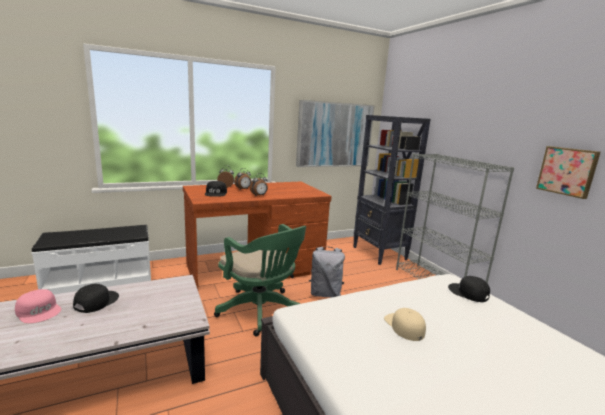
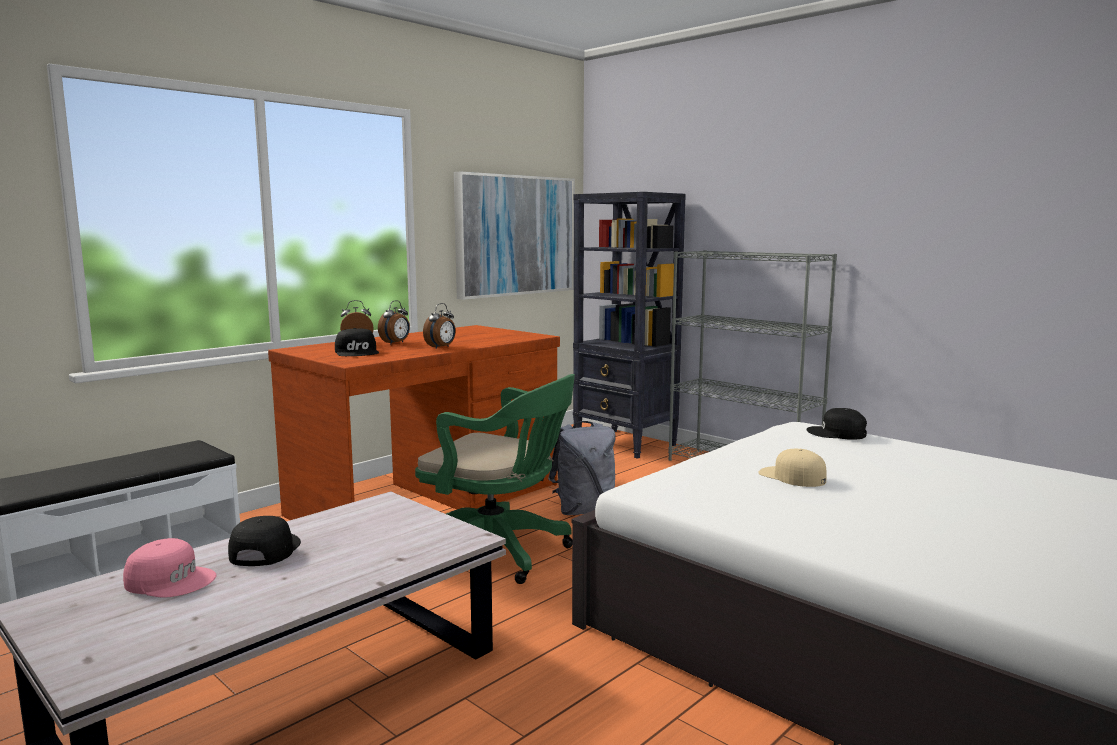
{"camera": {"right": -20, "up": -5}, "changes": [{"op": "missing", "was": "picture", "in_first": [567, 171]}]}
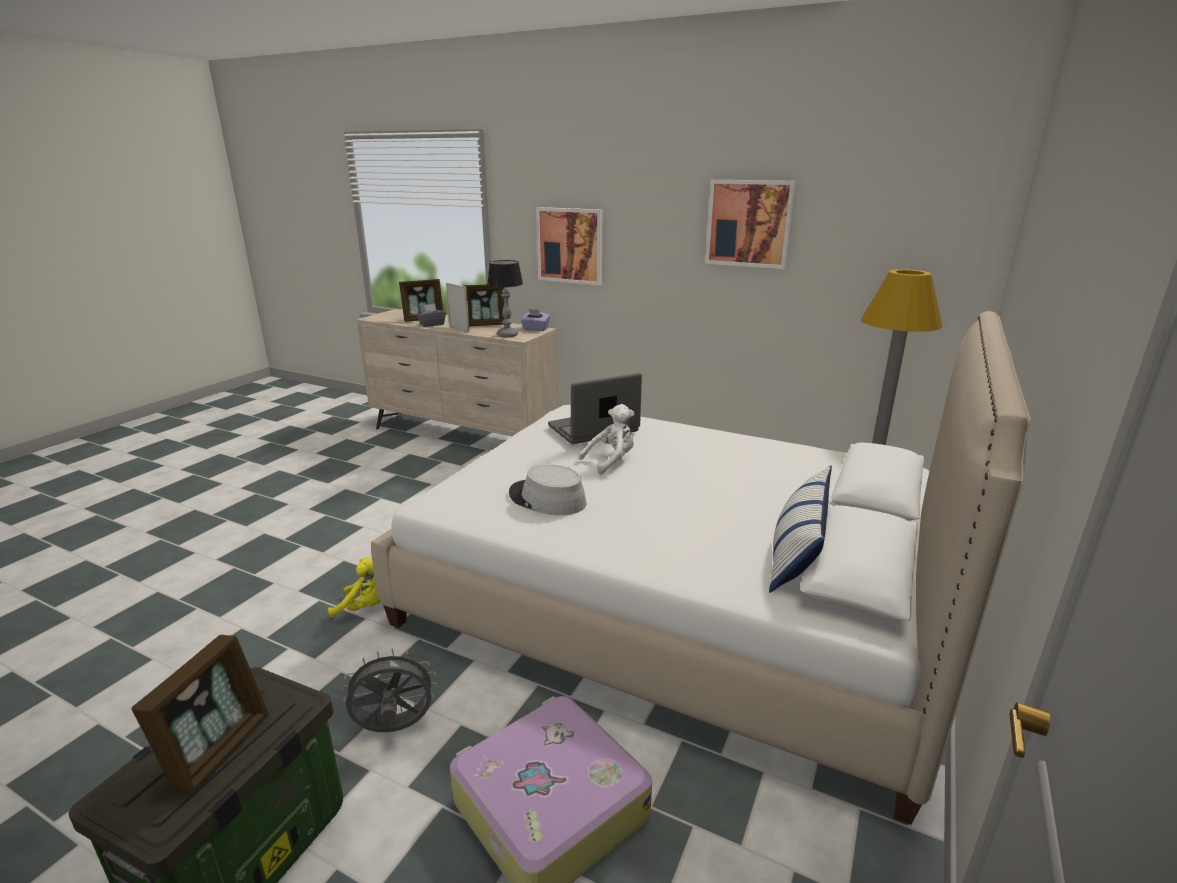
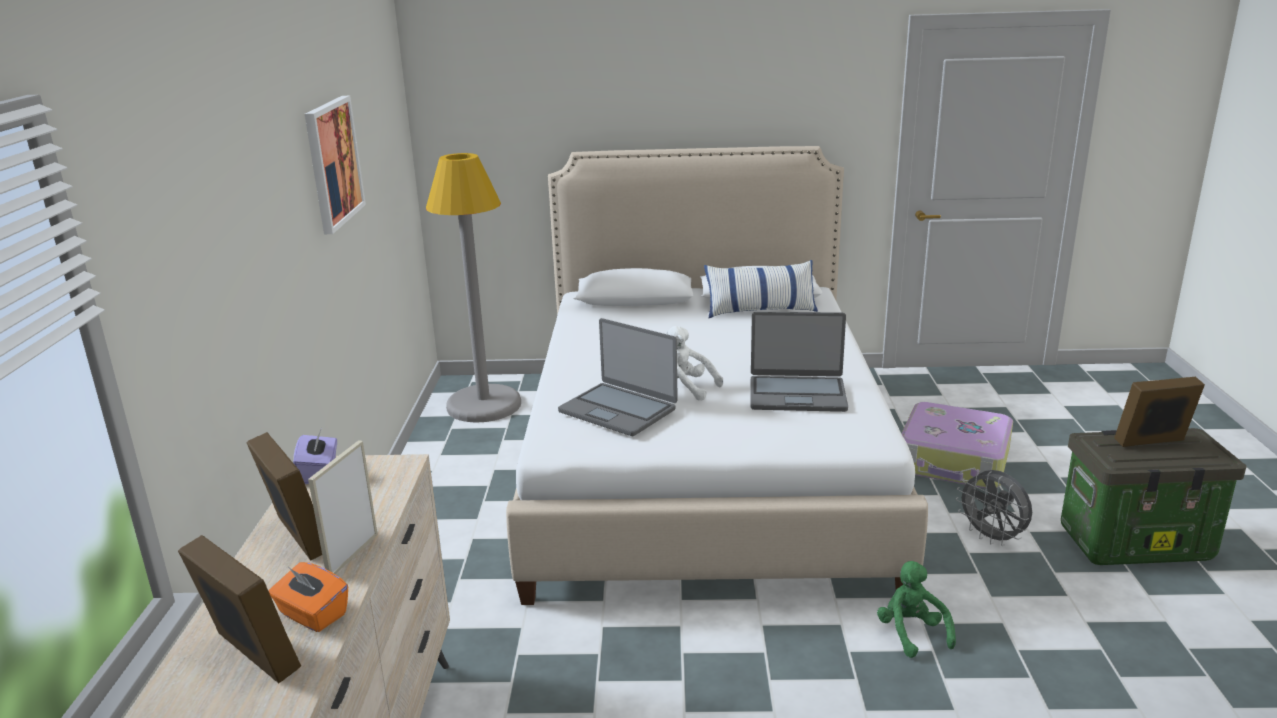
{"camera": {"right": -115, "up": 0}, "changes": [{"op": "missing", "was": "picture", "in_first": [570, 245]}, {"op": "missing", "was": "table lamp", "in_first": [508, 335]}, {"op": "colour", "was": "grey tissue box", "now": "orange tissue box", "in_first": [432, 324], "in_second": [312, 615]}, {"op": "exchanged", "was": "grey hat", "now": "laptop", "in_first": [547, 499], "in_second": [797, 394]}, {"op": "colour", "was": "yellow plush toy", "now": "green plush toy", "in_first": [365, 607], "in_second": [911, 633]}]}
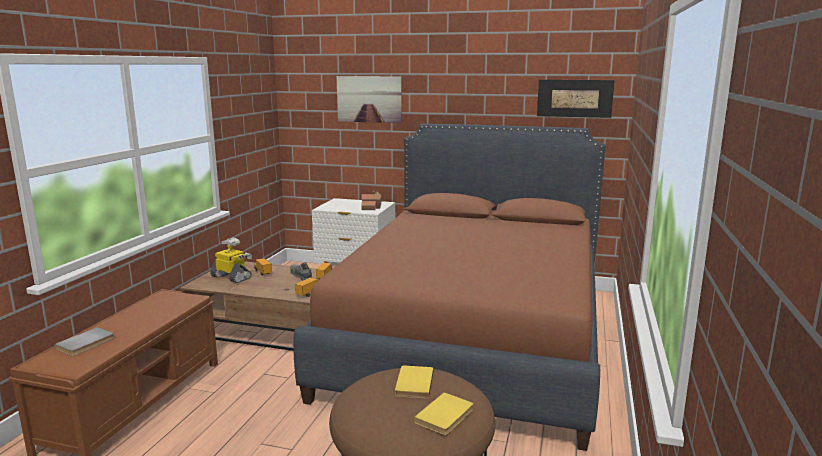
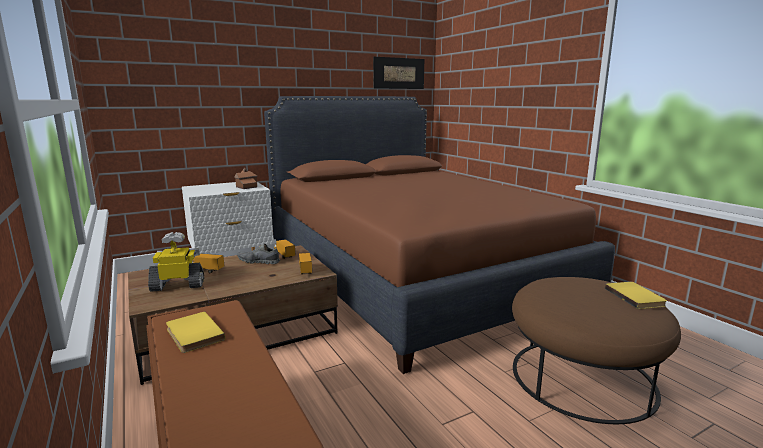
{"camera": {"right": -45, "up": 0}, "changes": [{"op": "missing", "was": "picture", "in_first": [369, 99]}, {"op": "missing", "was": "grey book", "in_first": [86, 344]}, {"op": "relocated", "was": "yellow book", "in_first": [412, 383], "in_second": [192, 334]}]}
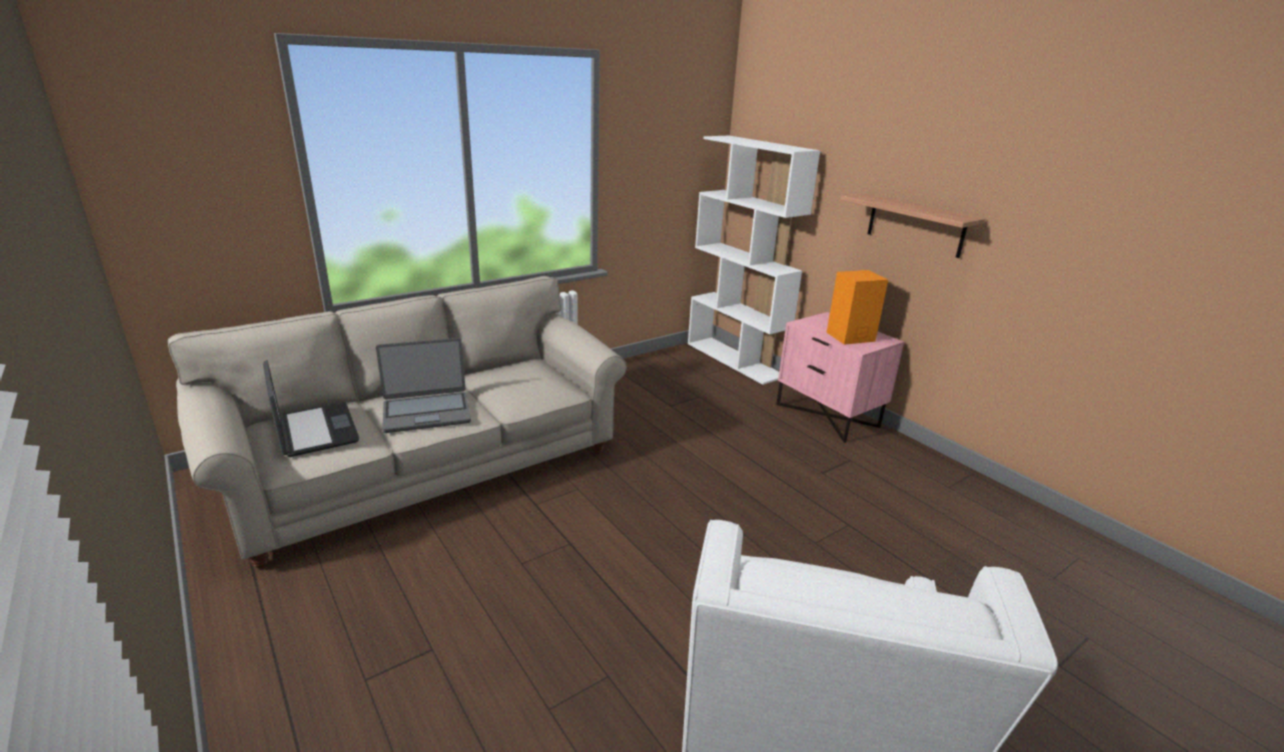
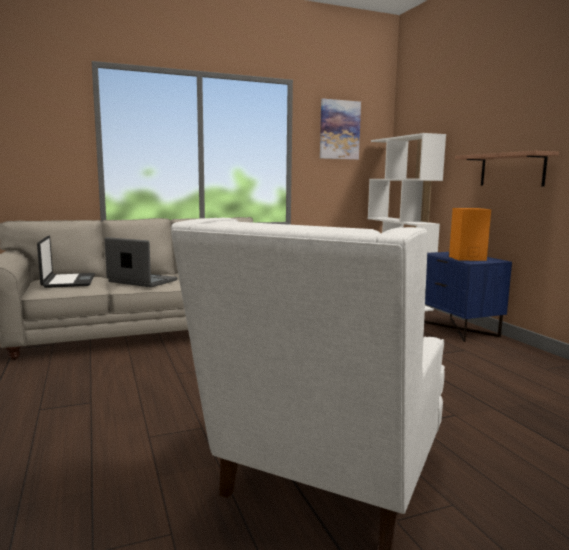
{"camera": {"right": 15, "up": -15}, "changes": [{"op": "colour", "was": "pink nightstand", "now": "blue nightstand", "in_first": [828, 415], "in_second": [458, 329]}, {"op": "spun", "was": "laptop", "in_first": [426, 412], "in_second": [142, 281], "clockwise": -150}, {"op": "appeared", "now": "picture", "in_second": [339, 130]}]}
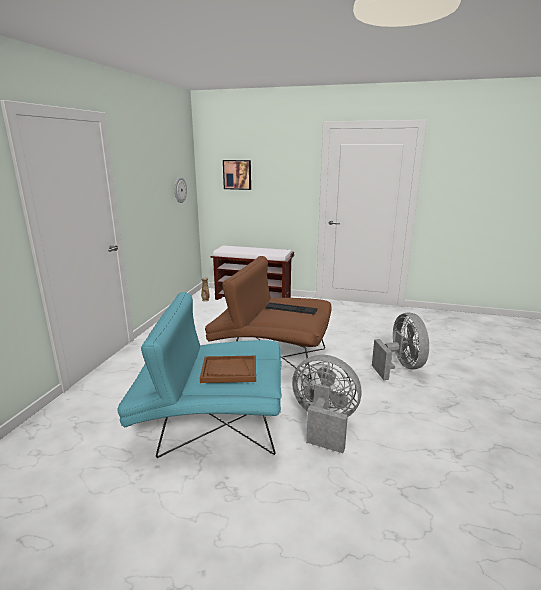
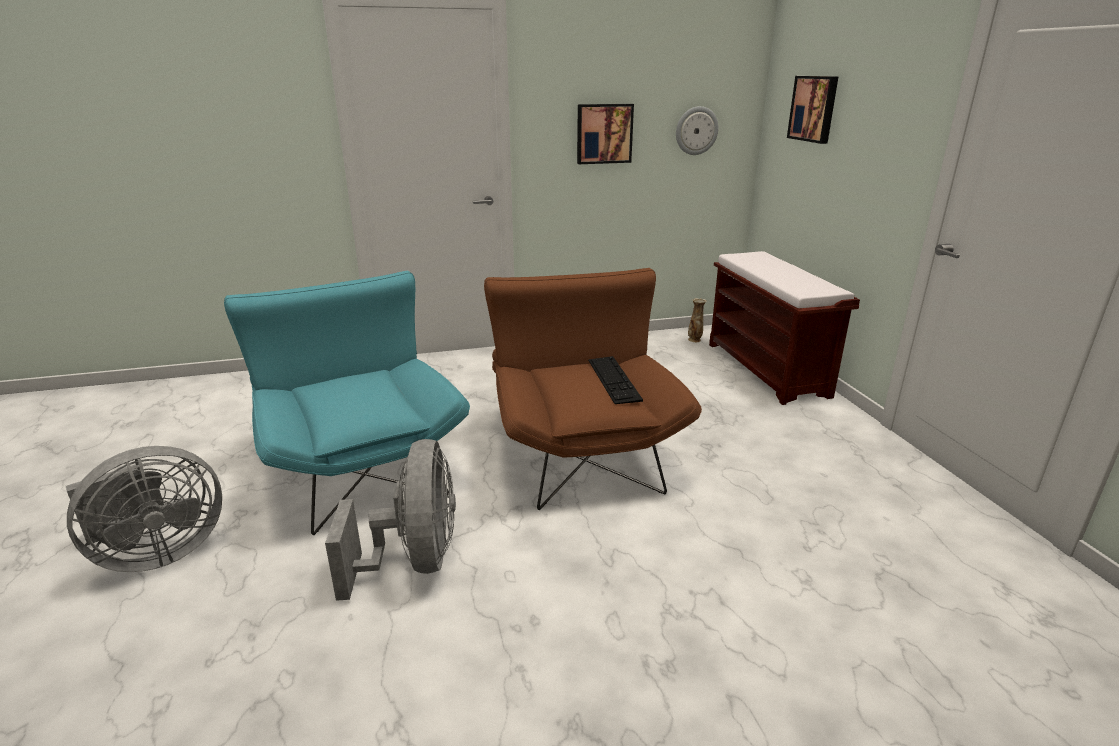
{"camera": {"right": 60, "up": 5}, "changes": [{"op": "relocated", "was": "grey fan", "in_first": [400, 367], "in_second": [157, 554]}, {"op": "missing", "was": "brown tray", "in_first": [229, 371]}, {"op": "appeared", "now": "picture", "in_second": [604, 133]}]}
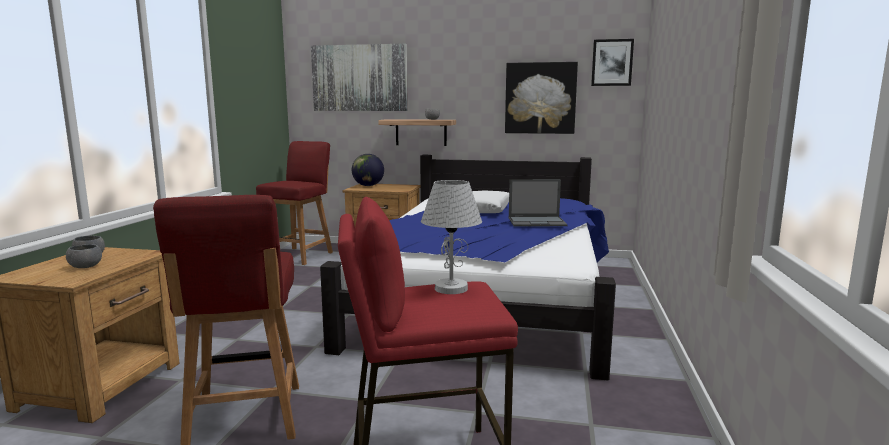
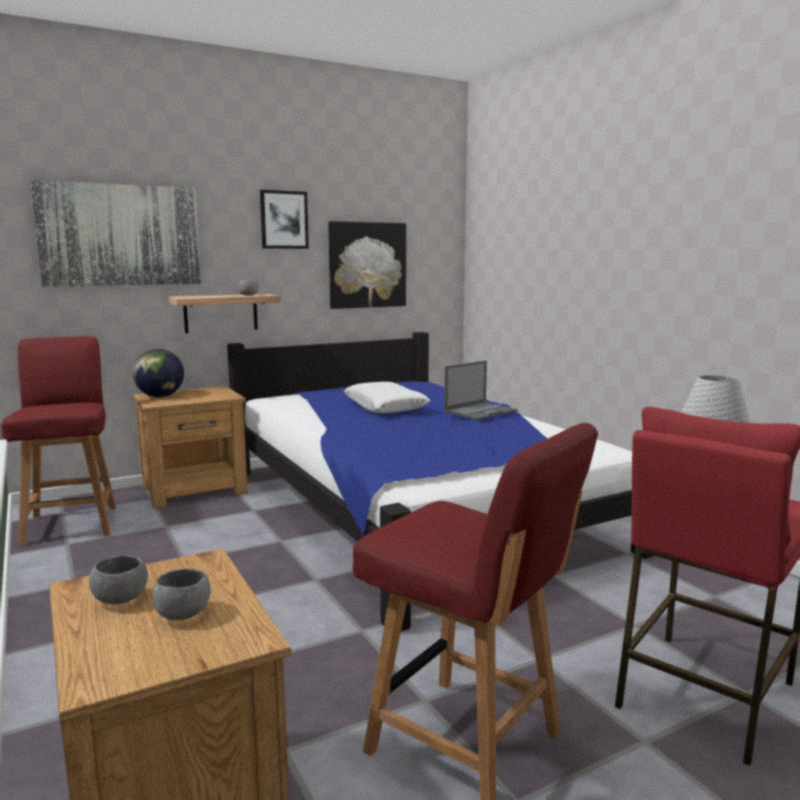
{"camera": {"right": -40, "up": 0}, "changes": [{"op": "relocated", "was": "picture", "in_first": [612, 62], "in_second": [284, 220]}]}
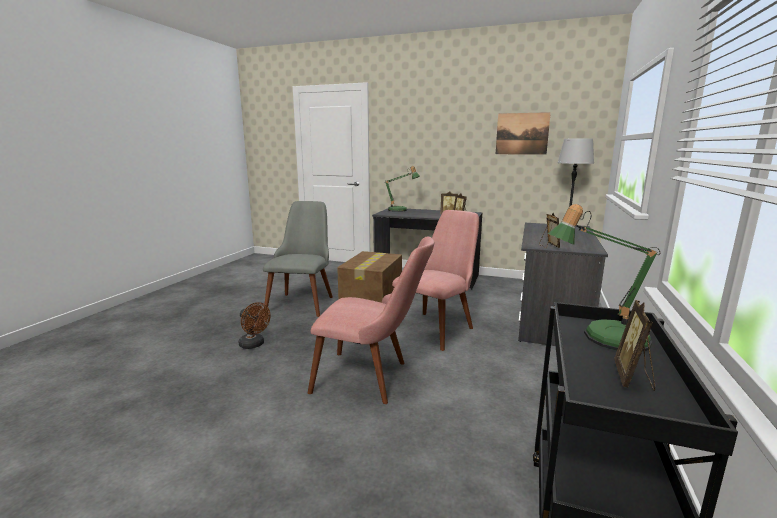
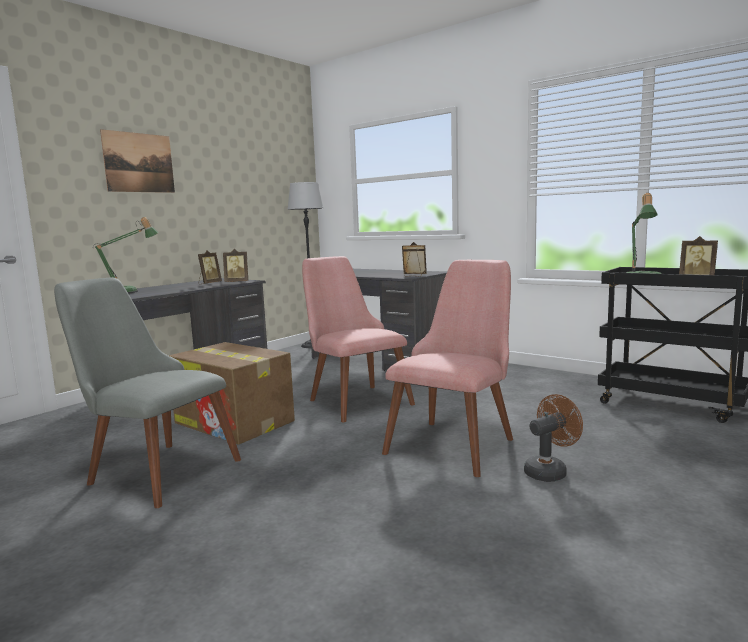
{"camera": {"right": -70, "up": -5}, "changes": [{"op": "relocated", "was": "picture", "in_first": [522, 134], "in_second": [139, 162]}, {"op": "relocated", "was": "brown fan", "in_first": [254, 345], "in_second": [549, 471]}]}
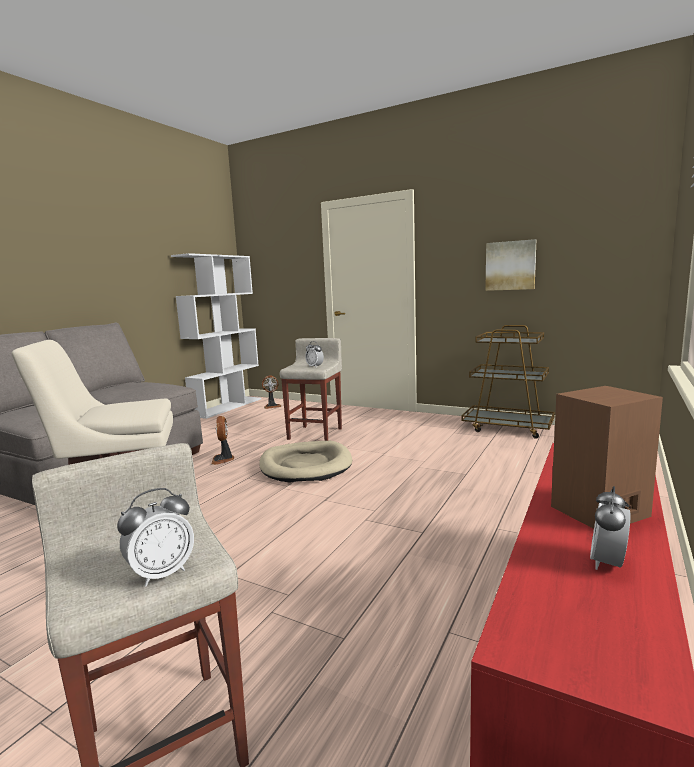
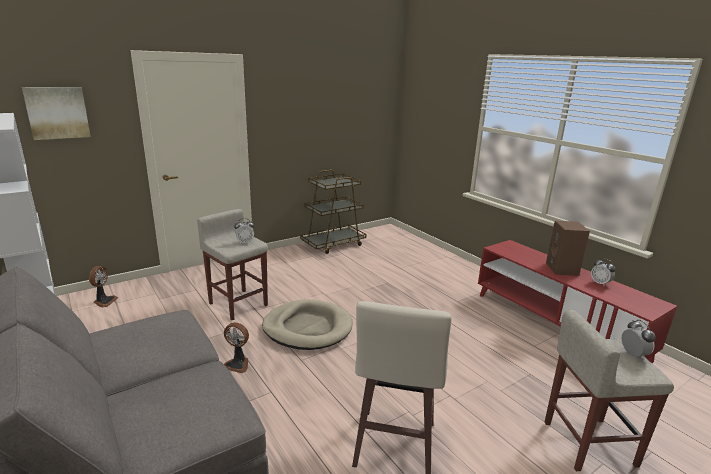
{"camera": {"right": -65, "up": 10}, "changes": [{"op": "relocated", "was": "picture", "in_first": [510, 265], "in_second": [57, 112]}]}
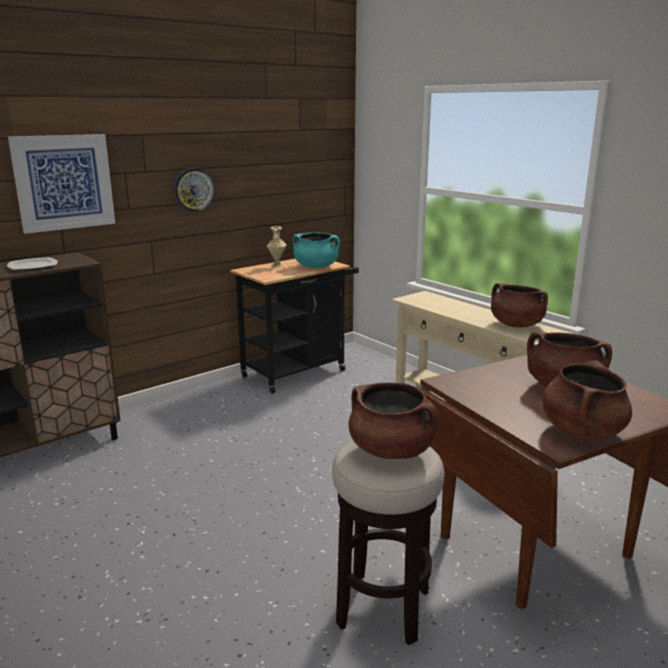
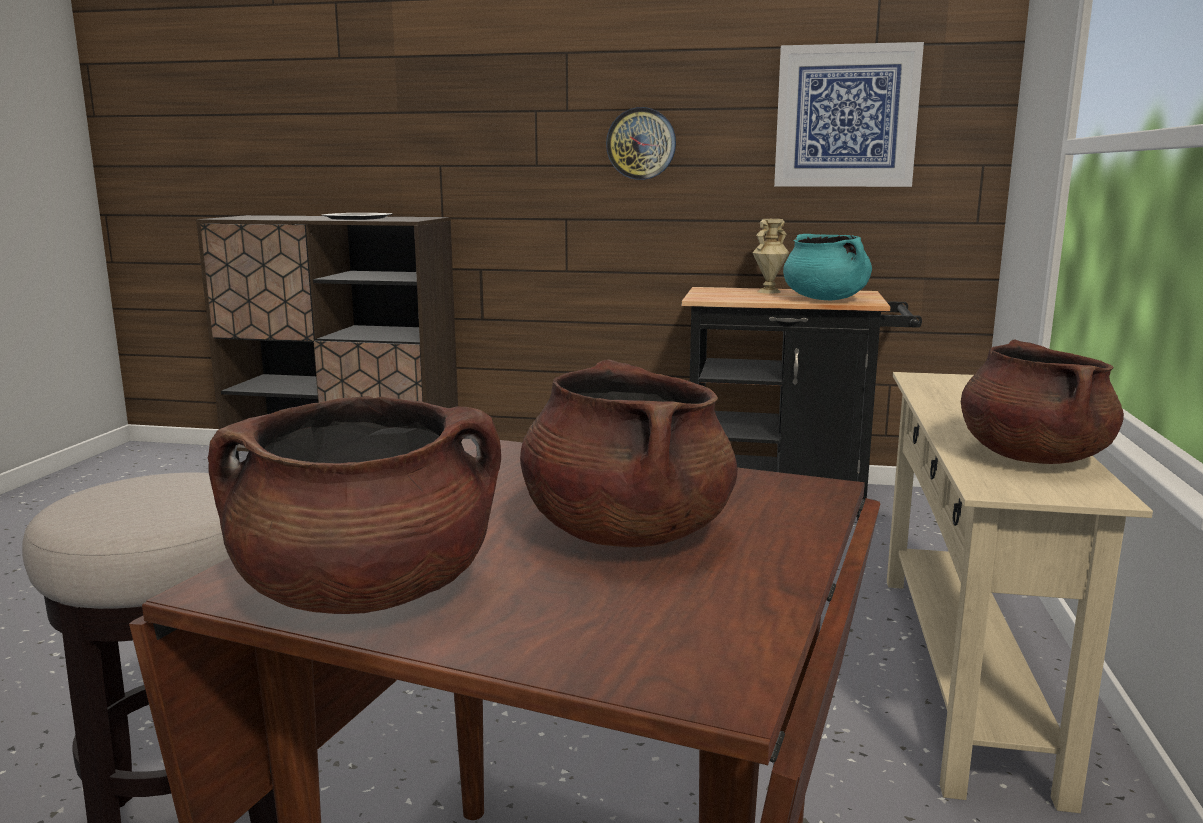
{"camera": {"right": 50, "up": -5}, "changes": [{"op": "relocated", "was": "picture", "in_first": [64, 182], "in_second": [846, 116]}, {"op": "missing", "was": "brown cooking pot", "in_first": [392, 450]}]}
